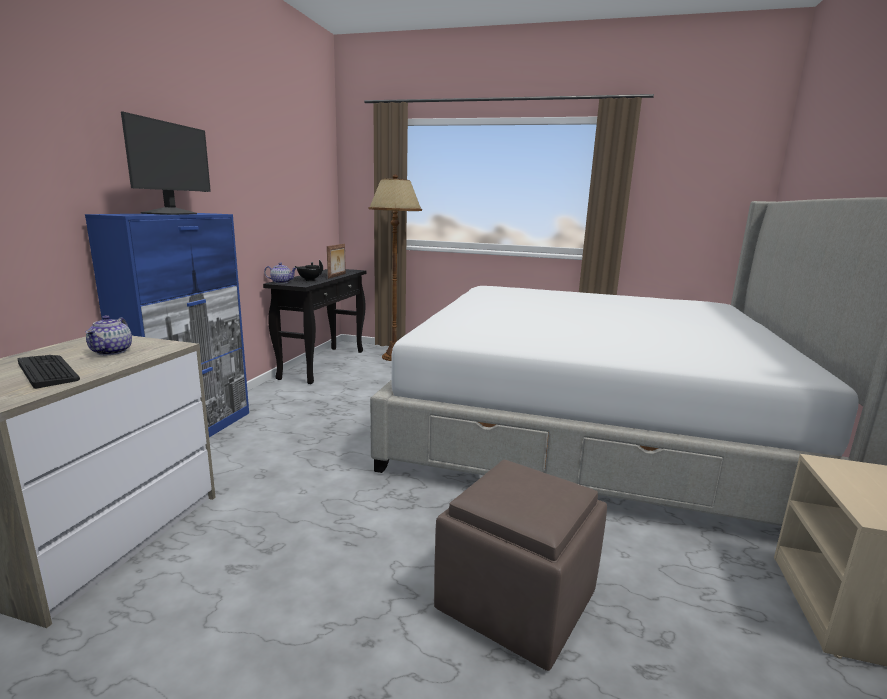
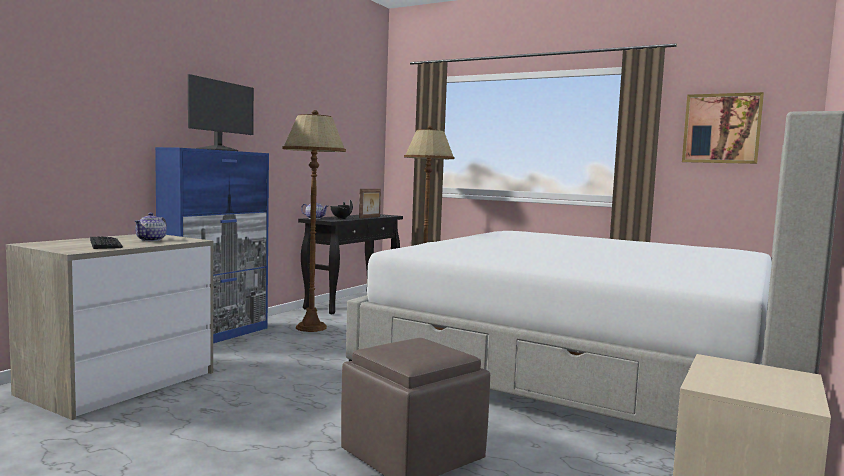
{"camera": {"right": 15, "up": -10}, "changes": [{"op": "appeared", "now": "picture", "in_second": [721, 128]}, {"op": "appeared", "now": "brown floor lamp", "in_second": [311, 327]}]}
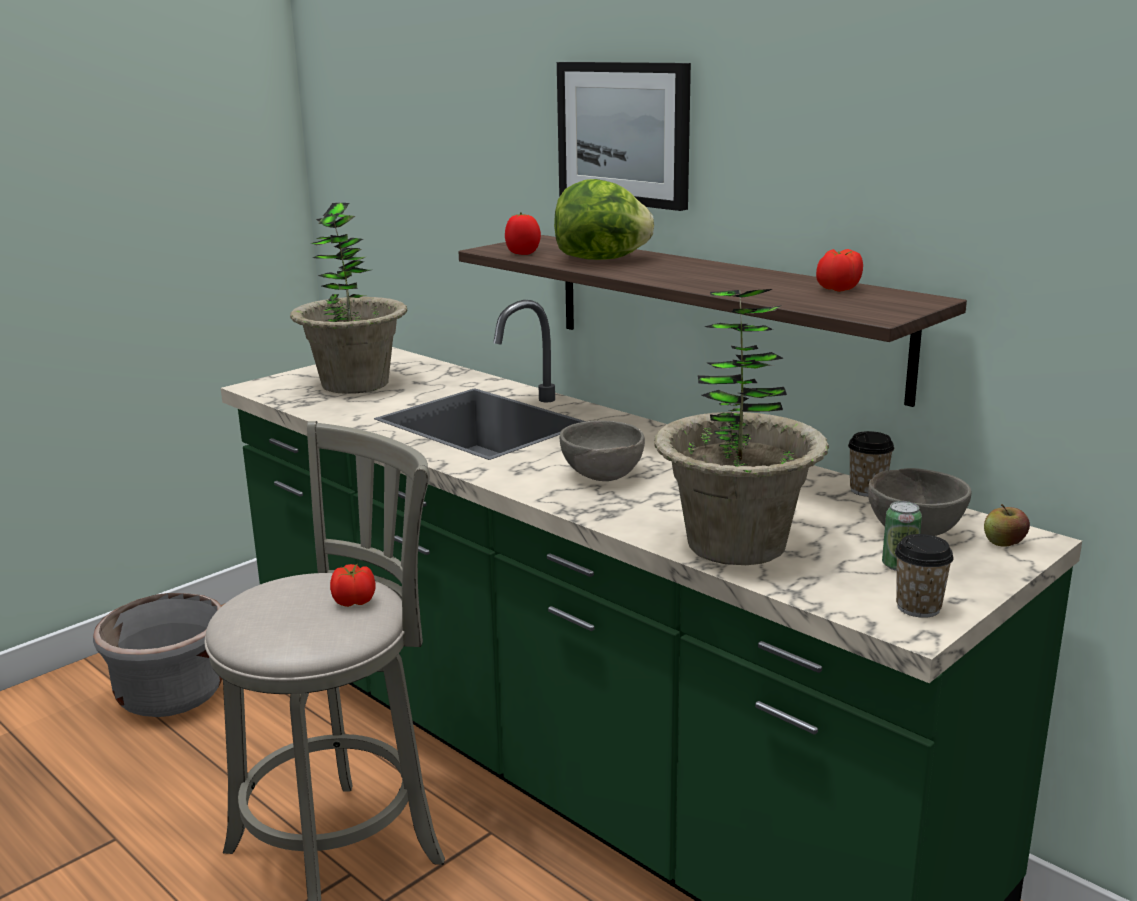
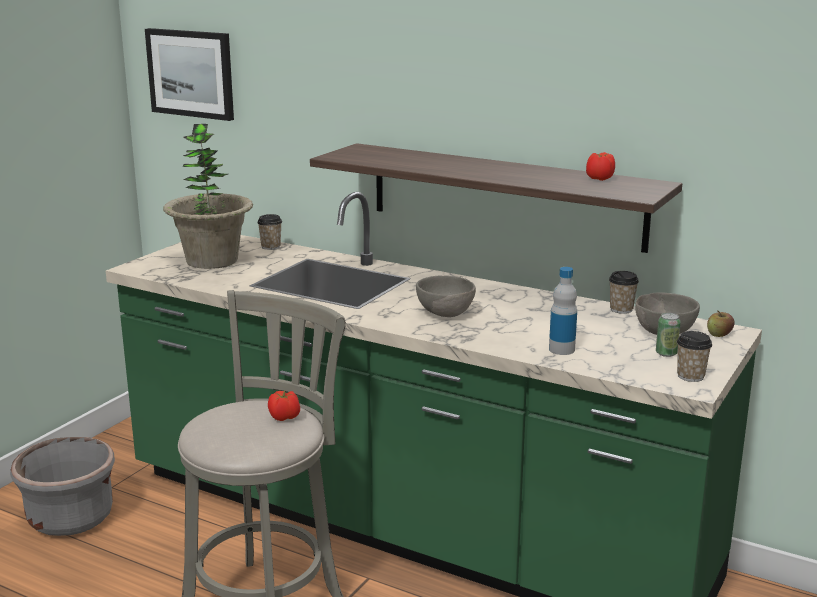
{"camera": {"right": -15, "up": 0}, "changes": [{"op": "relocated", "was": "picture", "in_first": [624, 133], "in_second": [191, 73]}, {"op": "missing", "was": "lettuce", "in_first": [602, 259]}, {"op": "missing", "was": "tomato", "in_first": [522, 253]}, {"op": "exchanged", "was": "potted plant", "now": "bottle", "in_first": [736, 544], "in_second": [561, 349]}, {"op": "appeared", "now": "cup", "in_second": [271, 247]}]}
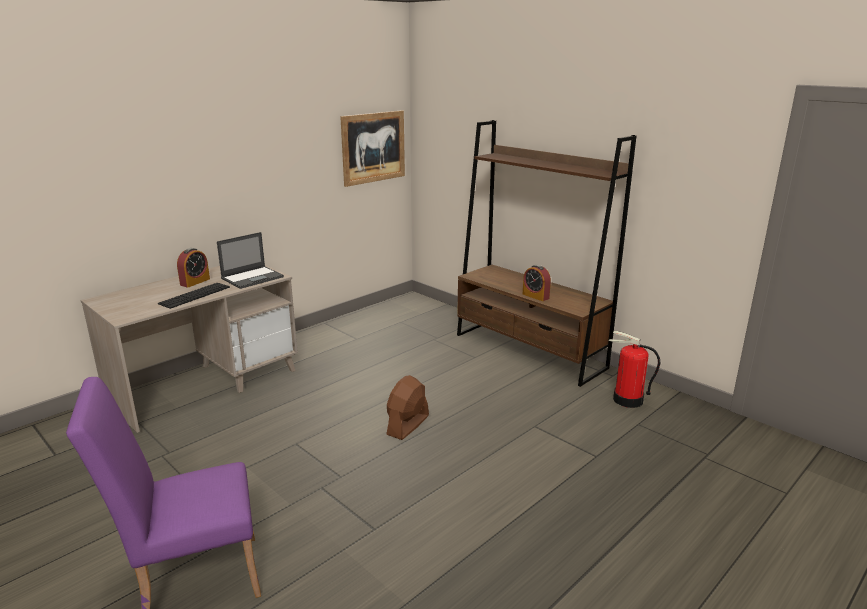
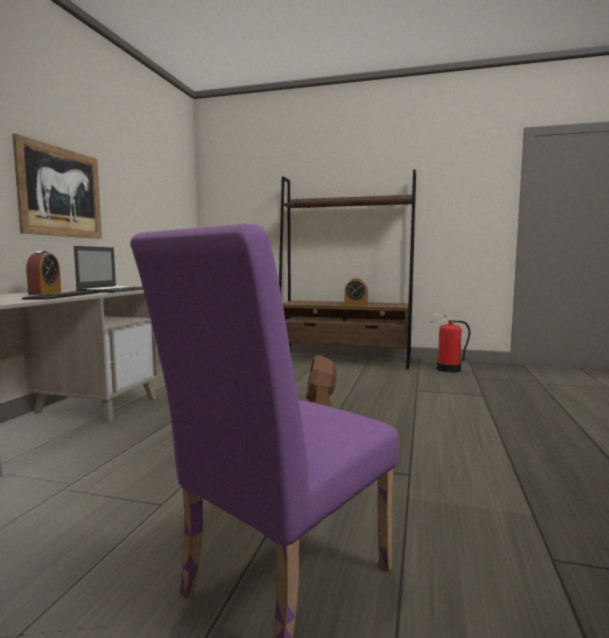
{"camera": {"right": -30, "up": -15}, "changes": [{"op": "relocated", "was": "picture", "in_first": [373, 147], "in_second": [61, 192]}]}
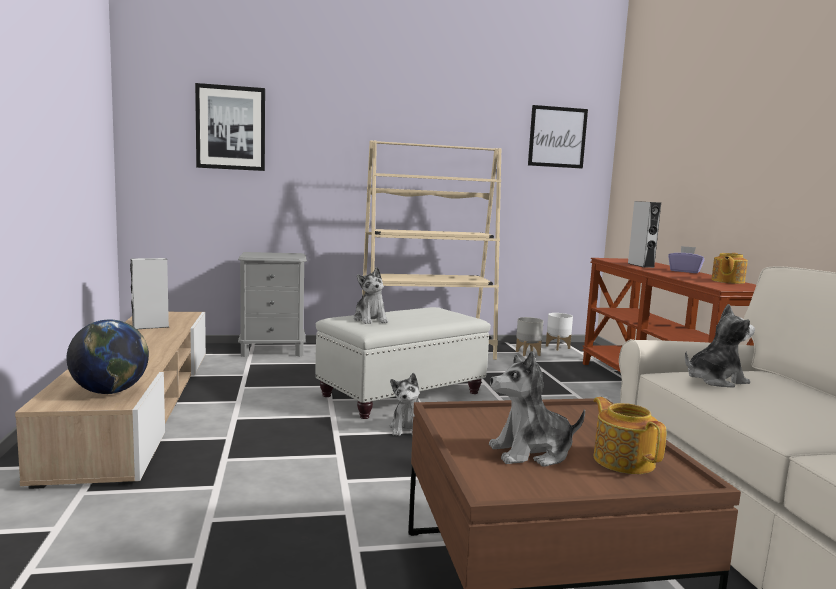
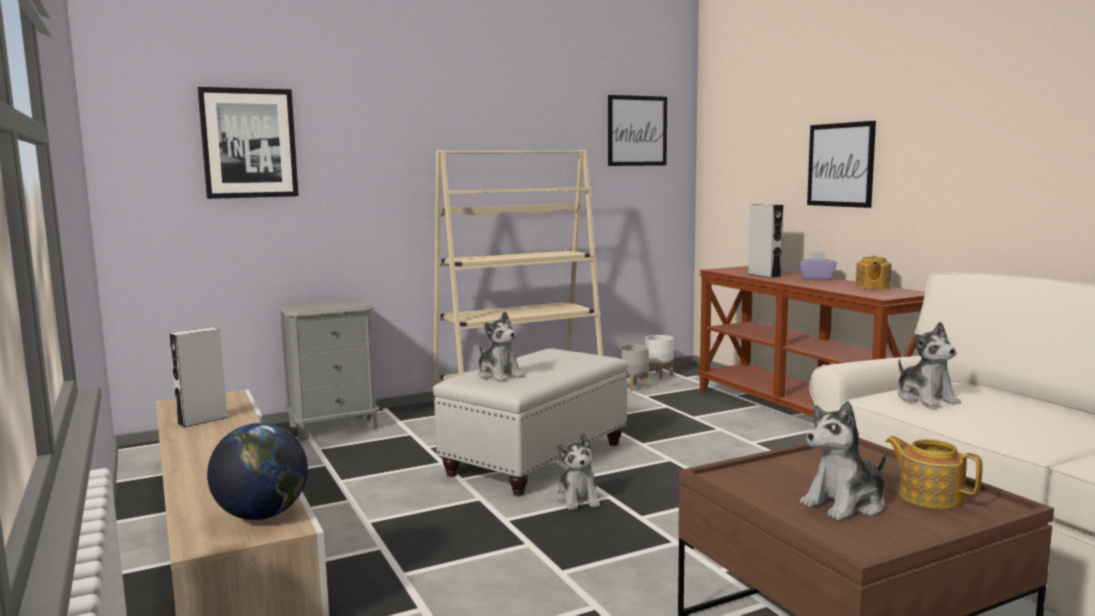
{"camera": {"right": -15, "up": 0}, "changes": [{"op": "spun", "was": "plush toy", "in_first": [715, 380], "in_second": [925, 398], "clockwise": 105}, {"op": "appeared", "now": "picture", "in_second": [840, 165]}]}
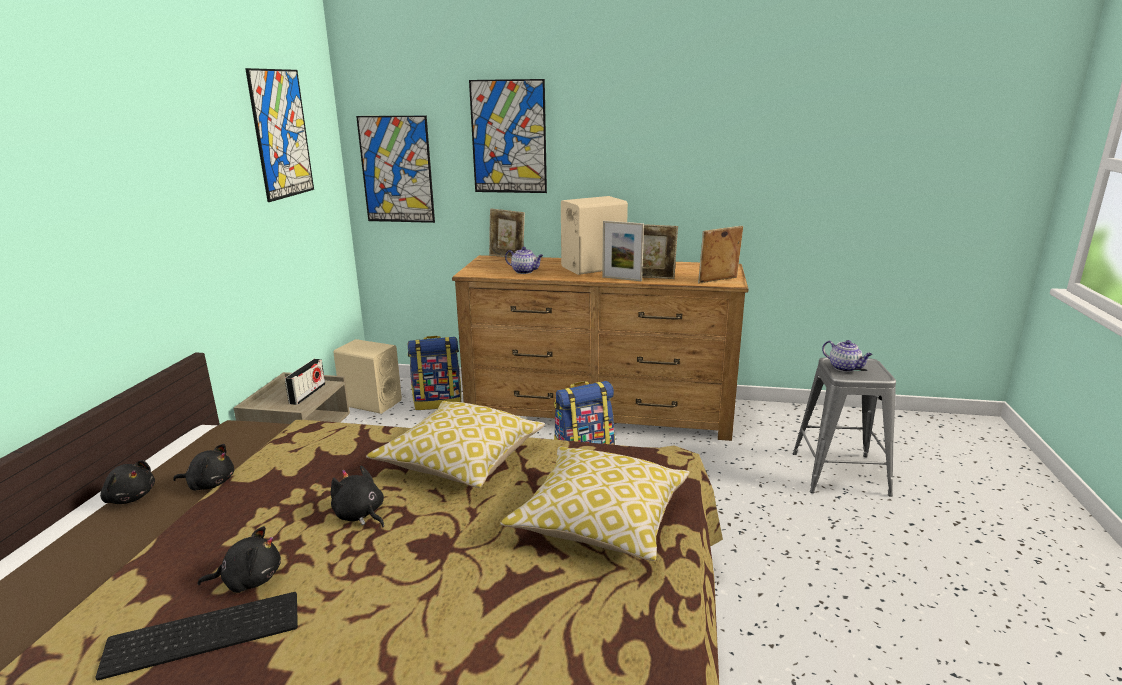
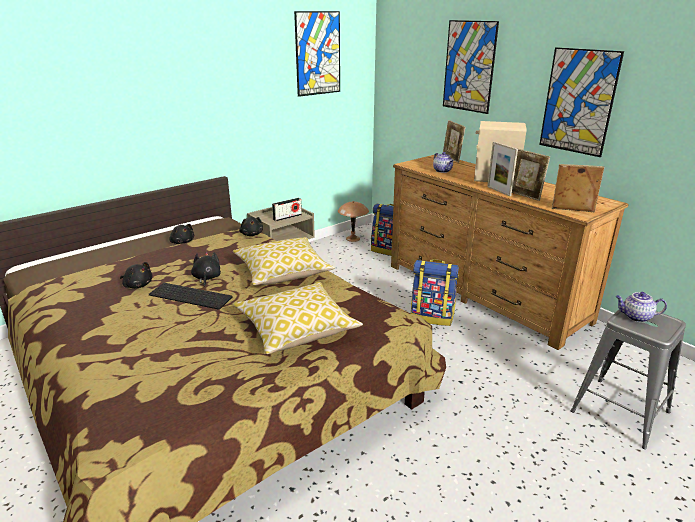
{"camera": {"right": 40, "up": 5}, "changes": [{"op": "relocated", "was": "picture", "in_first": [396, 170], "in_second": [578, 101]}, {"op": "exchanged", "was": "beige speaker", "now": "brown table lamp", "in_first": [371, 403], "in_second": [353, 238]}, {"op": "spun", "was": "teapot", "in_first": [845, 368], "in_second": [635, 317], "clockwise": 105}, {"op": "relocated", "was": "black plush toy", "in_first": [130, 497], "in_second": [252, 234]}, {"op": "relocated", "was": "keyboard", "in_first": [206, 631], "in_second": [192, 295]}]}
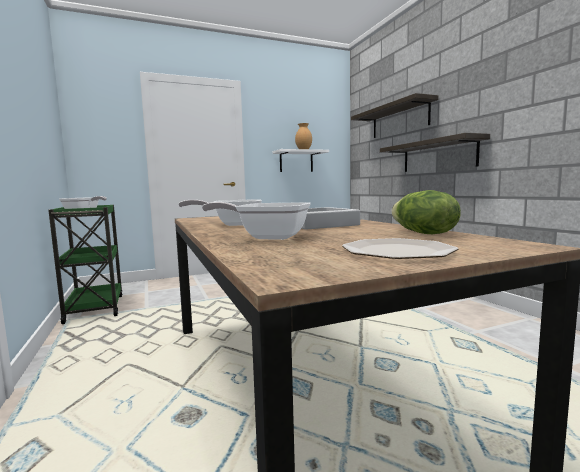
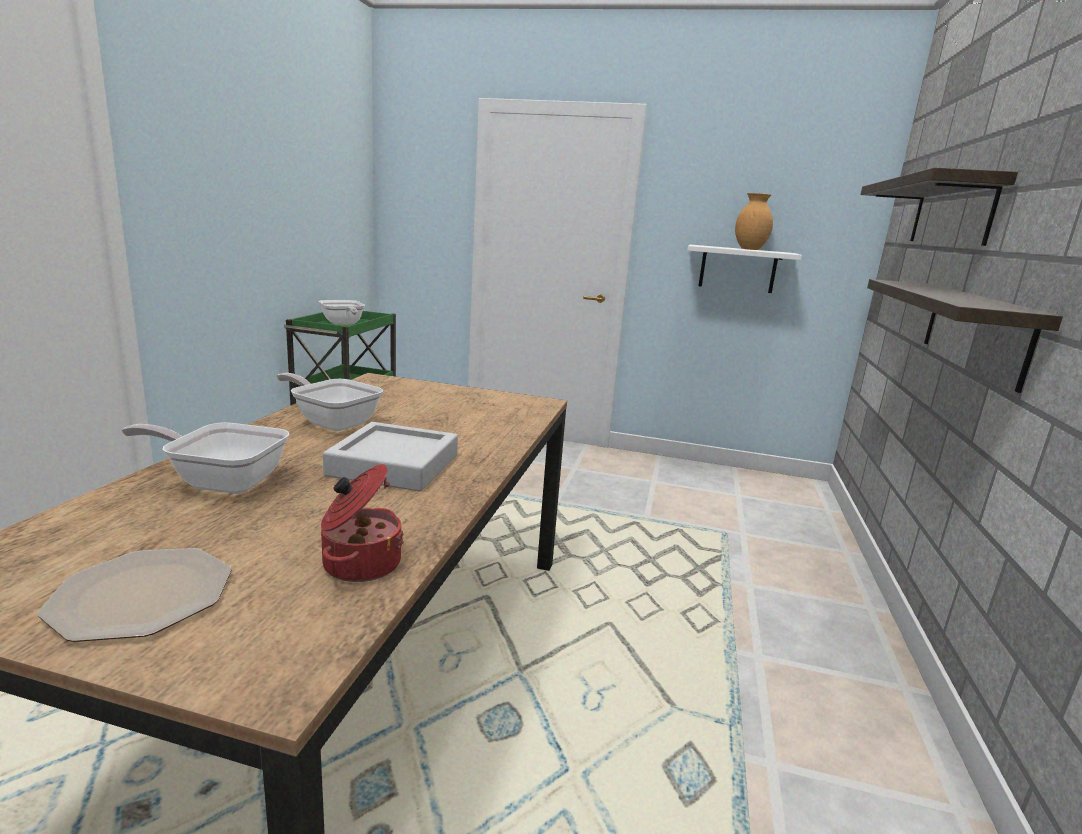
{"camera": {"right": 35, "up": 10}, "changes": [{"op": "exchanged", "was": "lettuce", "now": "cooking pot", "in_first": [423, 233], "in_second": [360, 563]}, {"op": "spun", "was": "frying pan", "in_first": [267, 237], "in_second": [221, 481], "clockwise": -45}]}
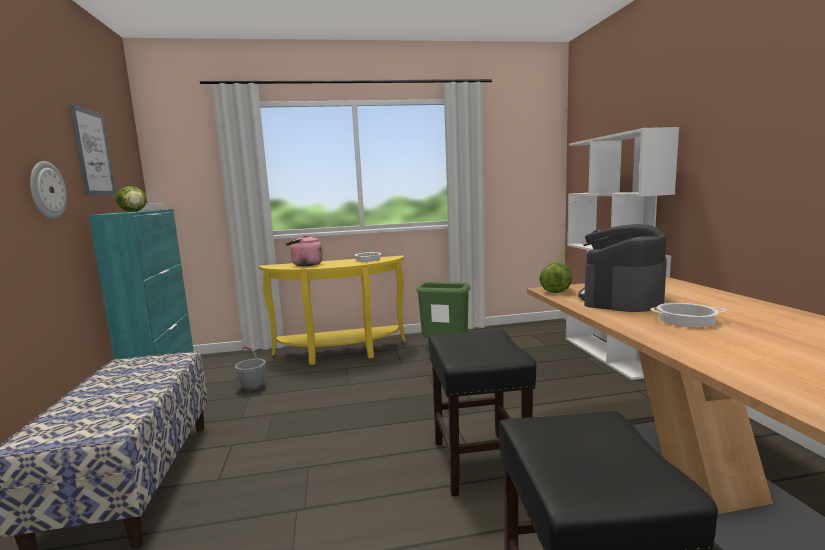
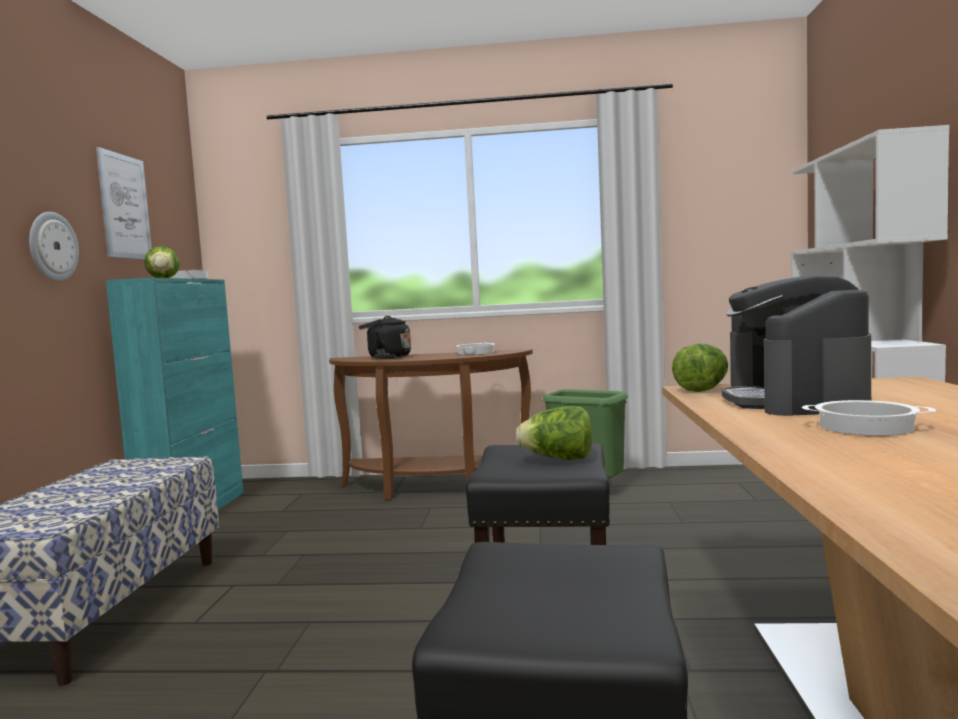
{"camera": {"right": 15, "up": -5}, "changes": [{"op": "spun", "was": "coffee machine", "in_first": [621, 299], "in_second": [794, 401], "clockwise": -45}, {"op": "colour", "was": "pink kettle", "now": "black kettle", "in_first": [305, 265], "in_second": [386, 357]}, {"op": "colour", "was": "yellow console table", "now": "brown console table", "in_first": [340, 353], "in_second": [433, 489]}, {"op": "missing", "was": "grey bucket", "in_first": [253, 386]}, {"op": "appeared", "now": "lettuce", "in_second": [558, 459]}]}
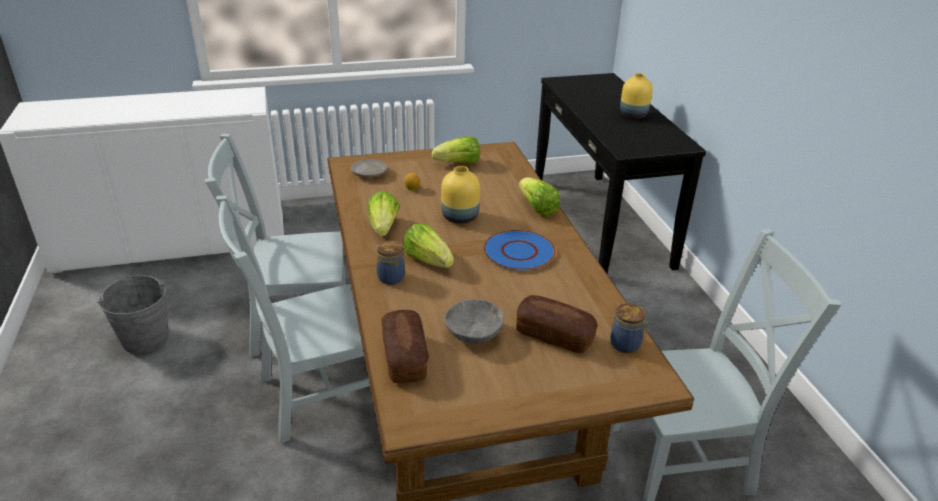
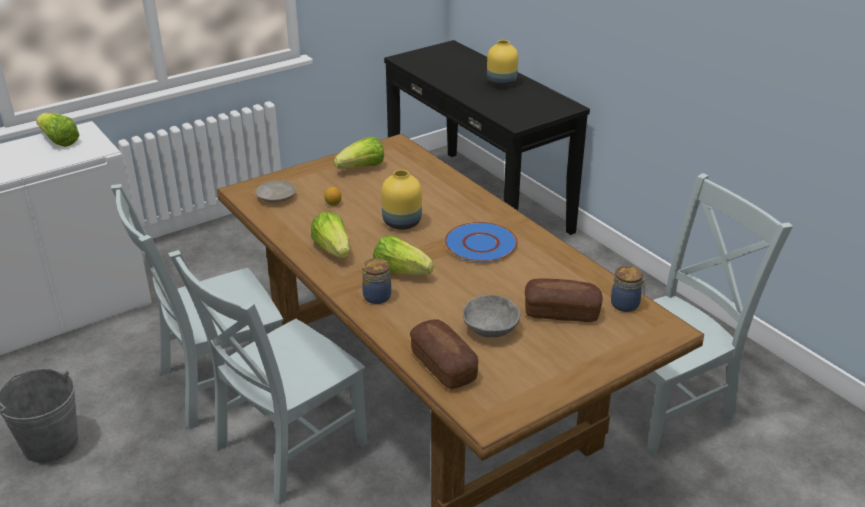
{"camera": {"right": -20, "up": 0}, "changes": [{"op": "relocated", "was": "lettuce", "in_first": [537, 208], "in_second": [59, 141]}]}
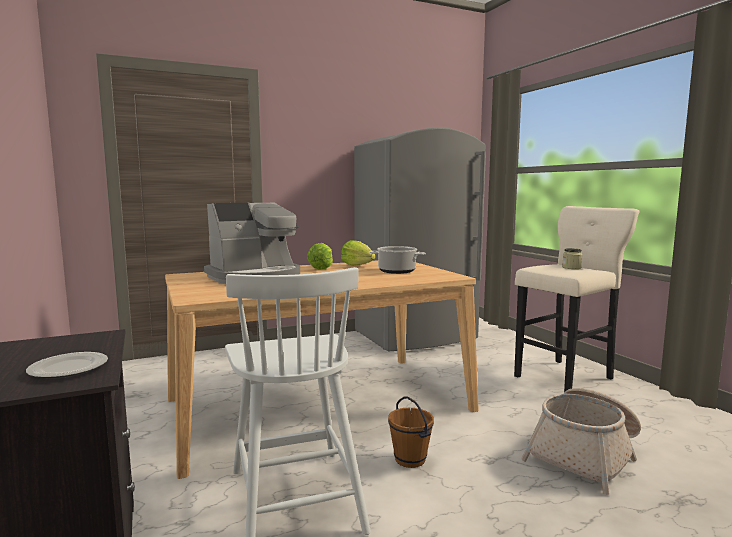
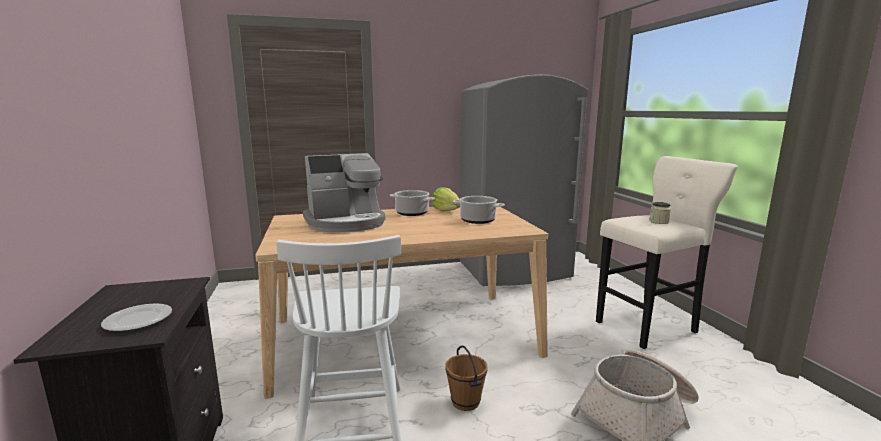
{"camera": {"right": 10, "up": 5}, "changes": [{"op": "exchanged", "was": "lettuce", "now": "cooking pot", "in_first": [321, 268], "in_second": [411, 213]}]}
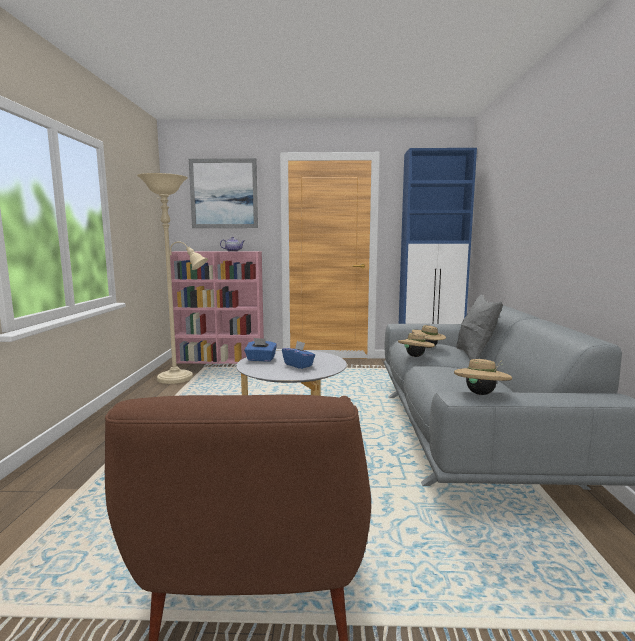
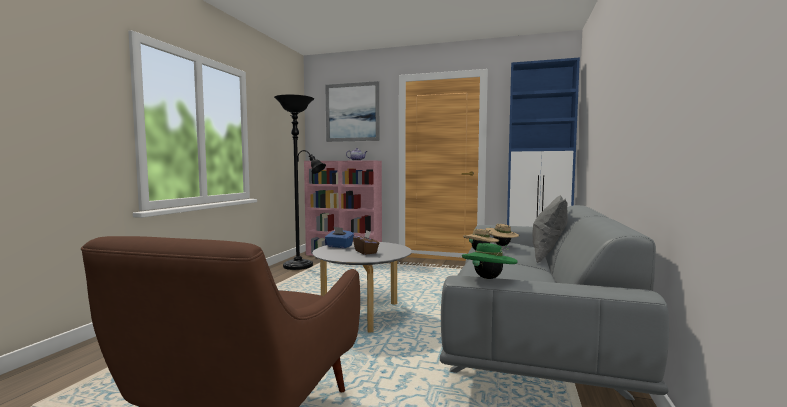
{"camera": {"right": 15, "up": -5}, "changes": [{"op": "colour", "was": "beige floor lamp", "now": "black floor lamp", "in_first": [179, 378], "in_second": [301, 266]}, {"op": "colour", "was": "blue tissue box", "now": "brown tissue box", "in_first": [298, 365], "in_second": [366, 252]}, {"op": "colour", "was": "beige hat", "now": "green hat", "in_first": [481, 394], "in_second": [488, 278]}]}
